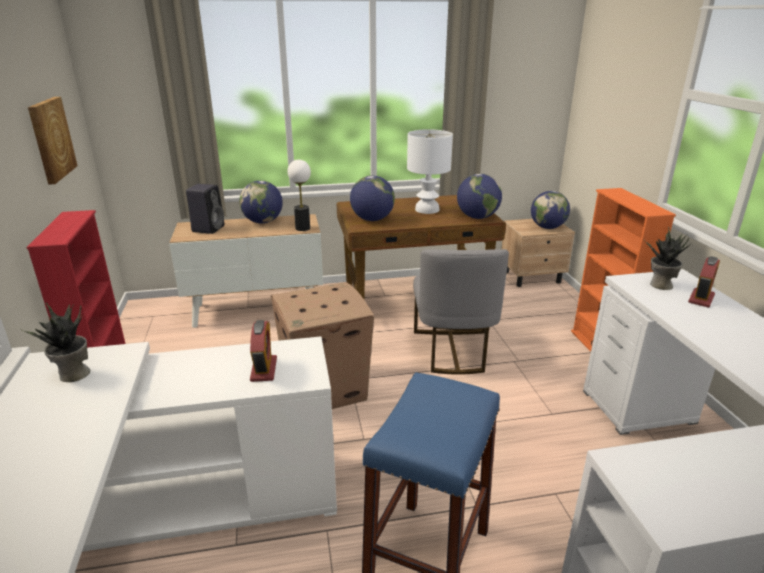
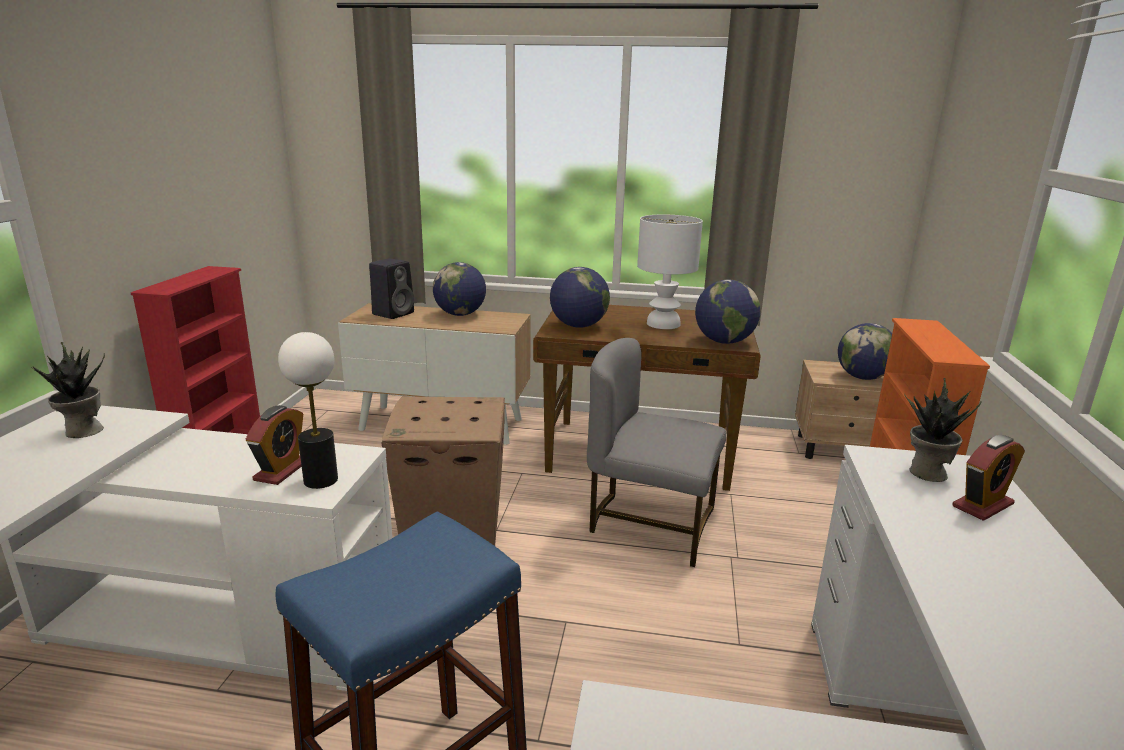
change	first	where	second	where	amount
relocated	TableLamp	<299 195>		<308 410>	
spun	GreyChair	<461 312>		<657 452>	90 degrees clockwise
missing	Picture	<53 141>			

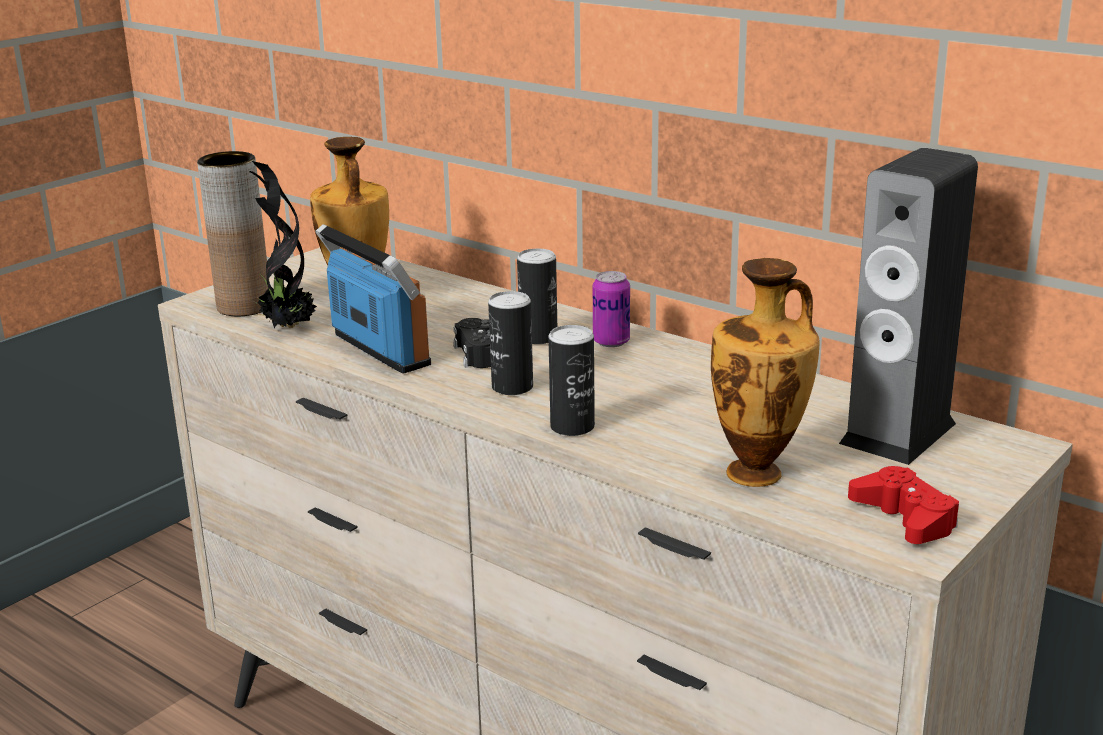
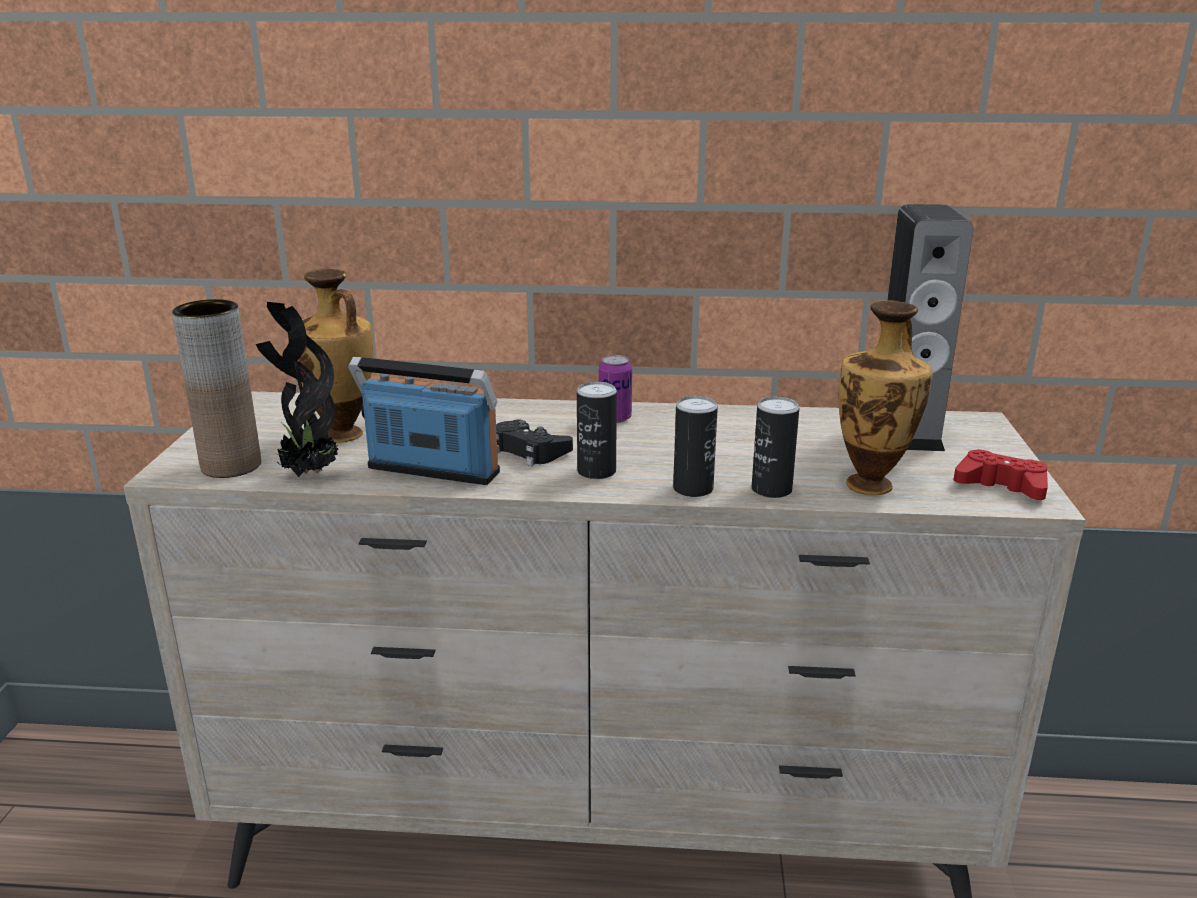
change	first	where	second	where	amount
relocated	Can	<537 296>		<775 447>	

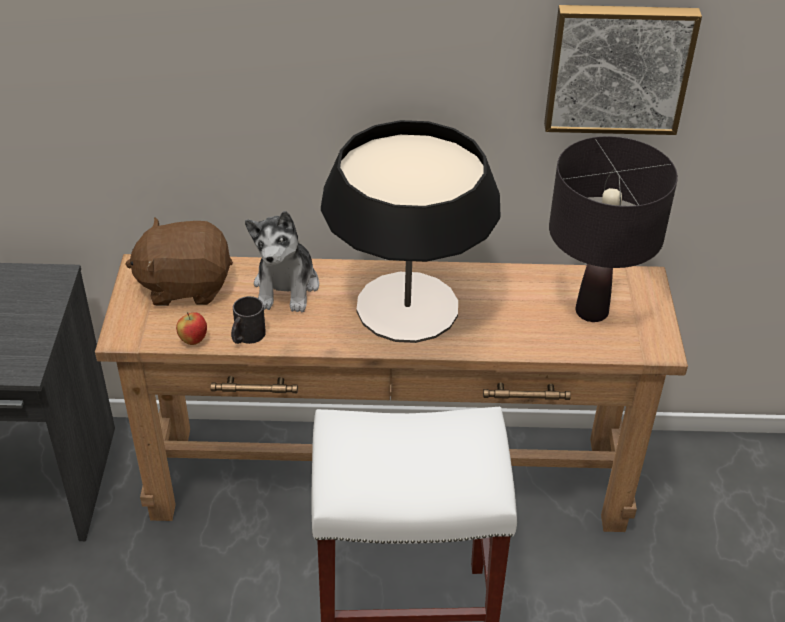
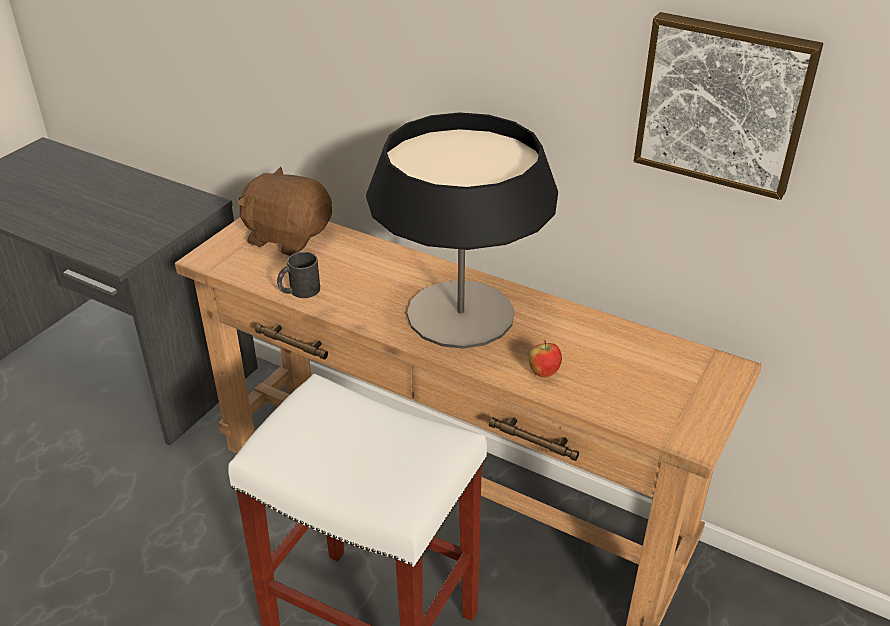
change	first	where	second	where	amount
relocated	Apple	<191 328>		<545 359>	
missing	PlushToy	<282 261>			
missing	BlackTableLamp	<613 229>			

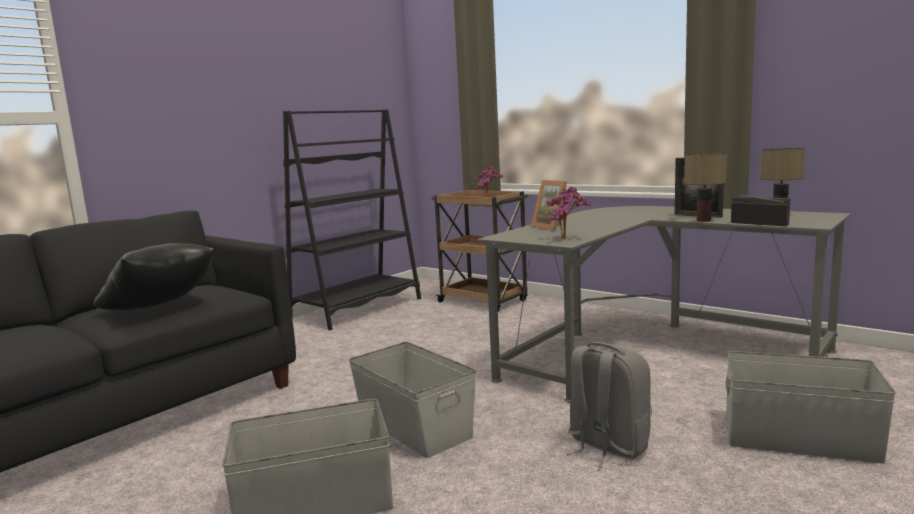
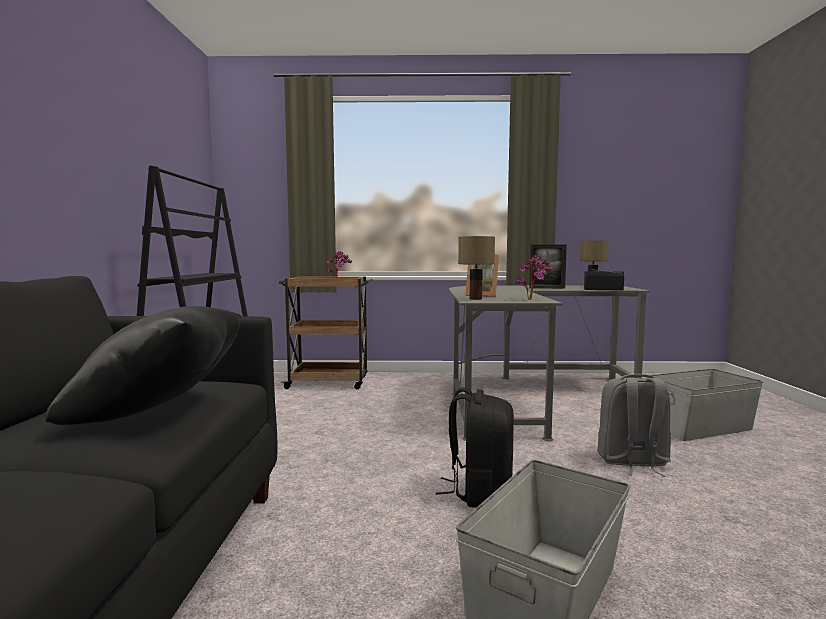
change	first	where	second	where	amount
exchanged	GreyStorageBox	<412 400>	BlackBackpack	<475 447>	
relocated	TableLamp	<705 187>		<476 268>	

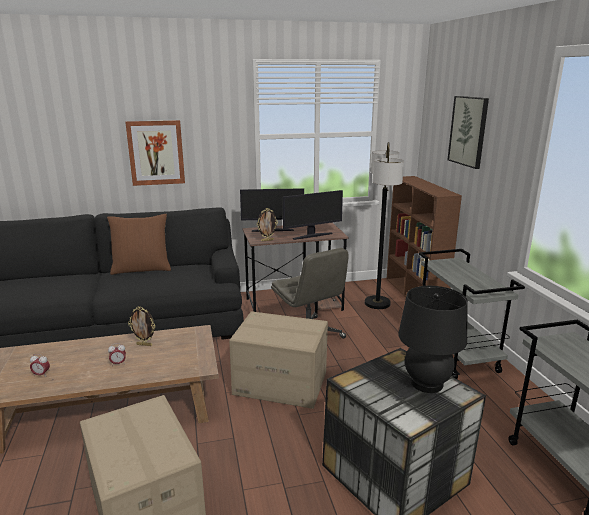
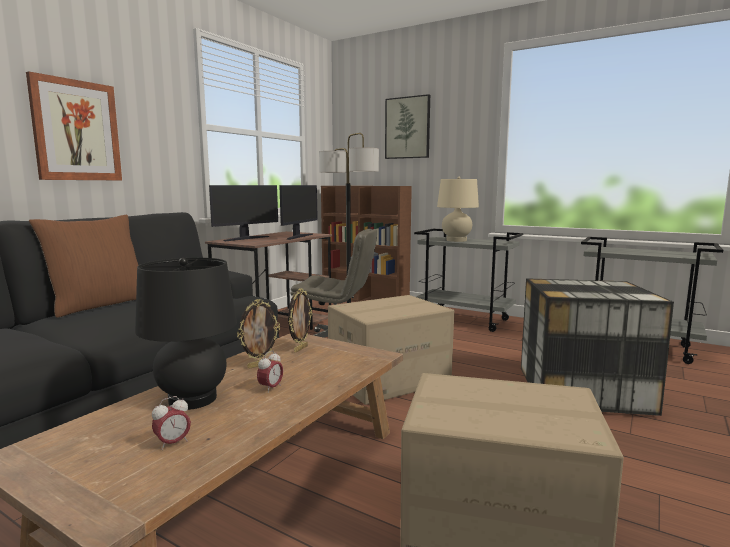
change	first	where	second	where	amount
relocated	BlackTableLamp	<433 339>		<186 334>	
relocated	PictureFrame	<267 224>		<300 320>	
appeared			BeigeTableLamp	<458 209>	

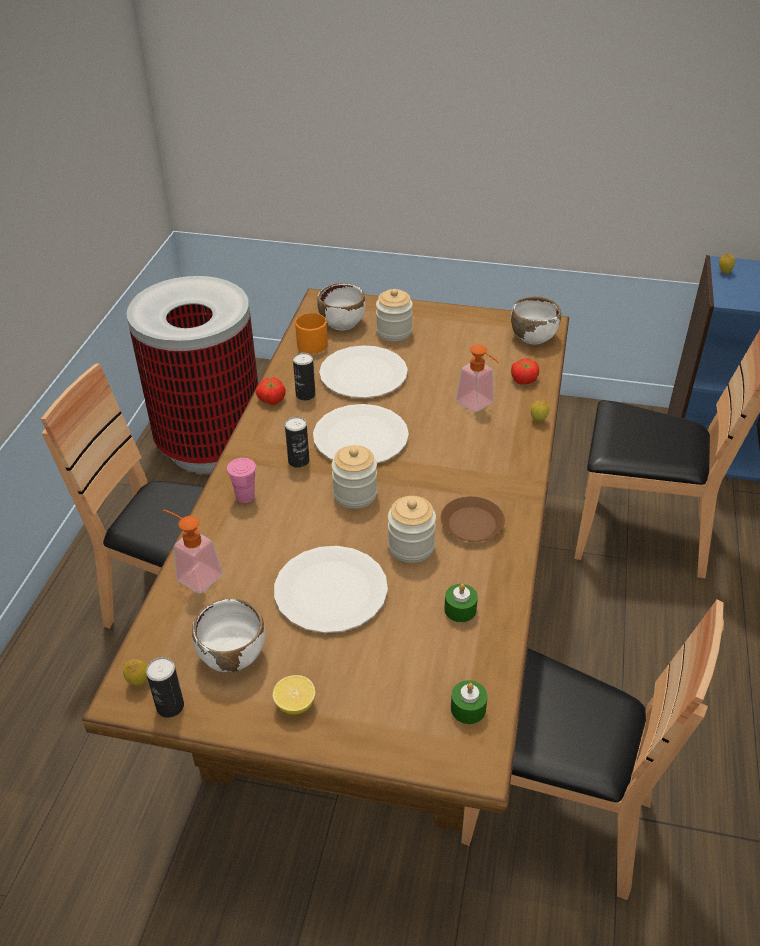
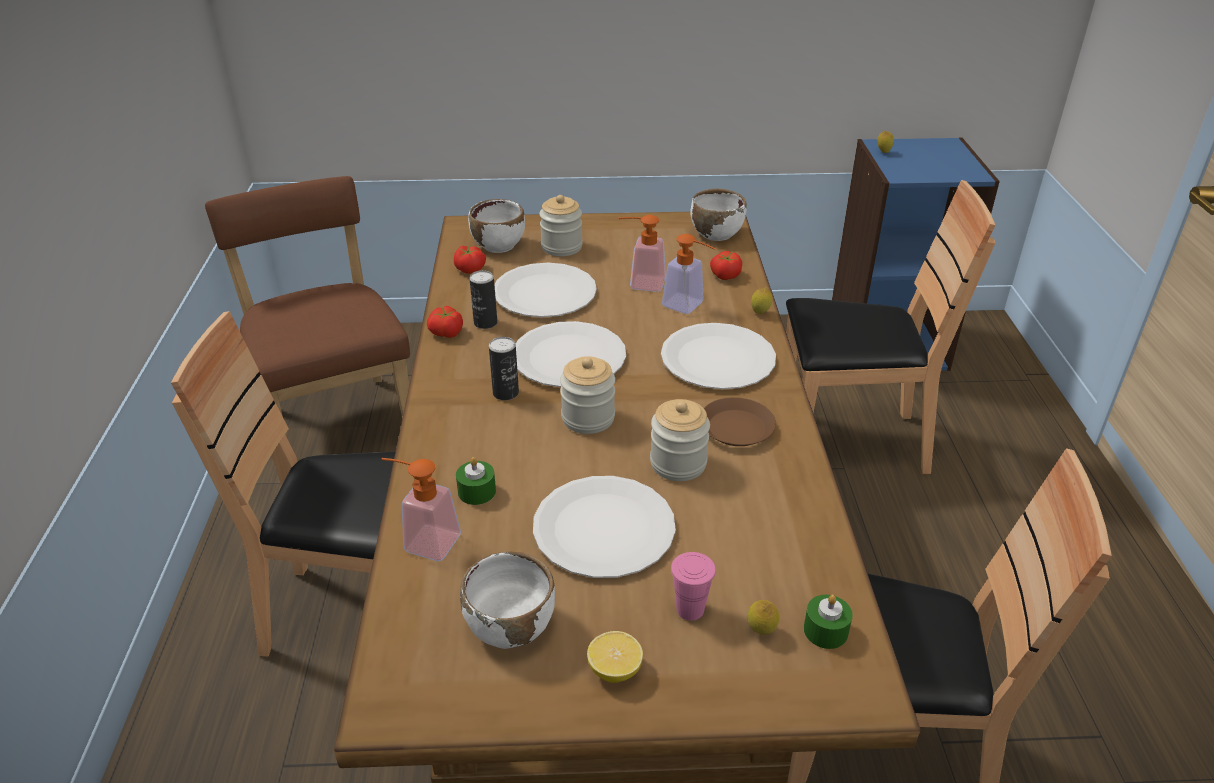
change	first	where	second	where	amount
exchanged	TrashCan	<192 374>	BrownChair	<307 306>	
exchanged	OrangeMug	<311 333>	Tomato	<470 260>	
relocated	GreenCandle	<461 603>		<476 481>	
appeared			SoapDispenser	<642 253>	
appeared			WhitePlate	<718 356>	
relocated	PinkCup	<241 480>		<693 586>	
relocated	Lemon	<135 672>		<763 617>	
missing	Can	<165 687>			

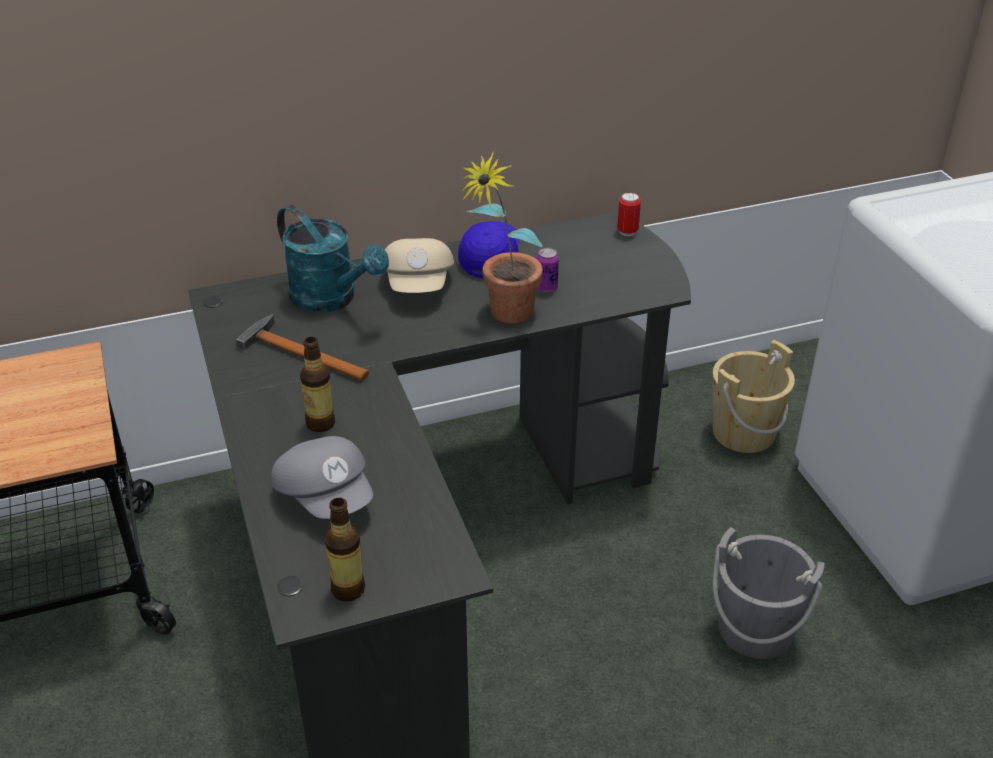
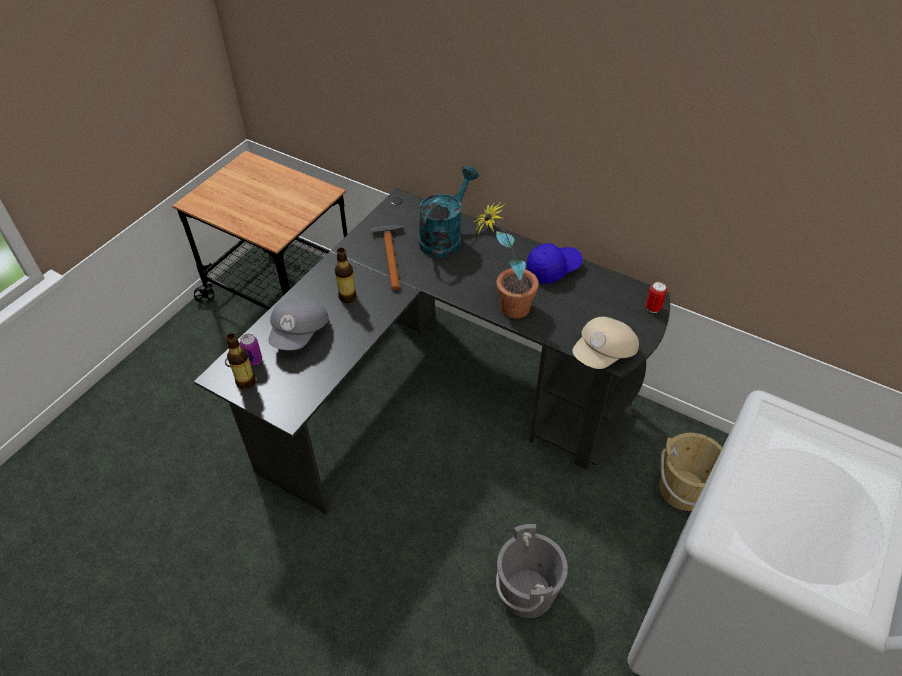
change	first	where	second	where	amount
relocated	Can	<547 270>		<251 350>	
spun	TurquoiseWateringCan	<333 259>		<449 212>	150 degrees counterclockwise
relocated	BeigeCap	<419 265>		<605 343>	

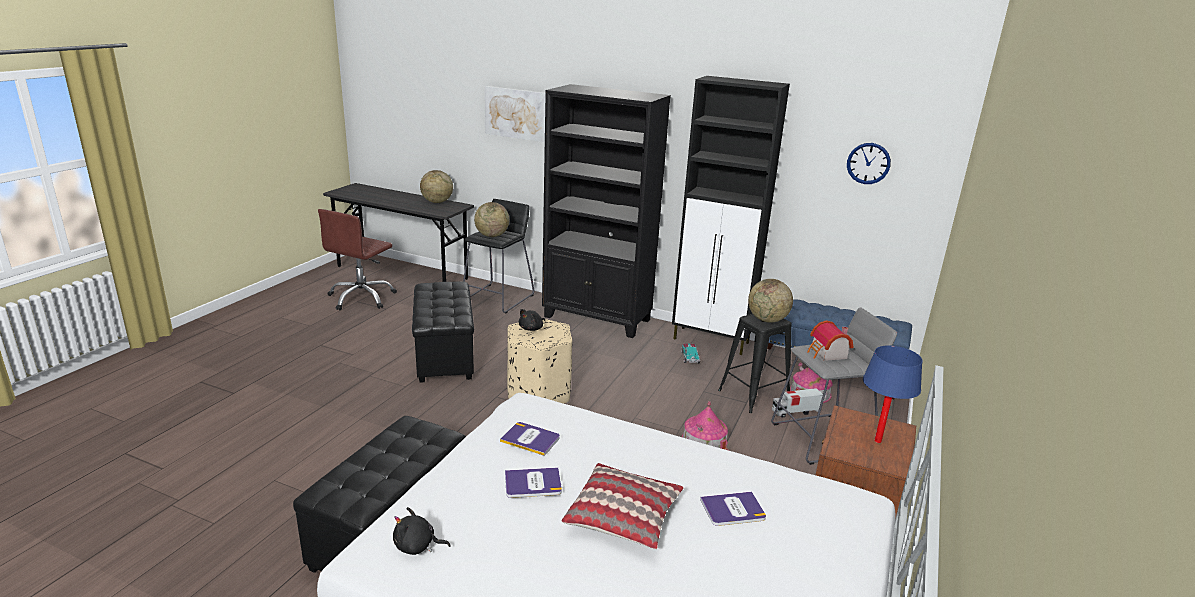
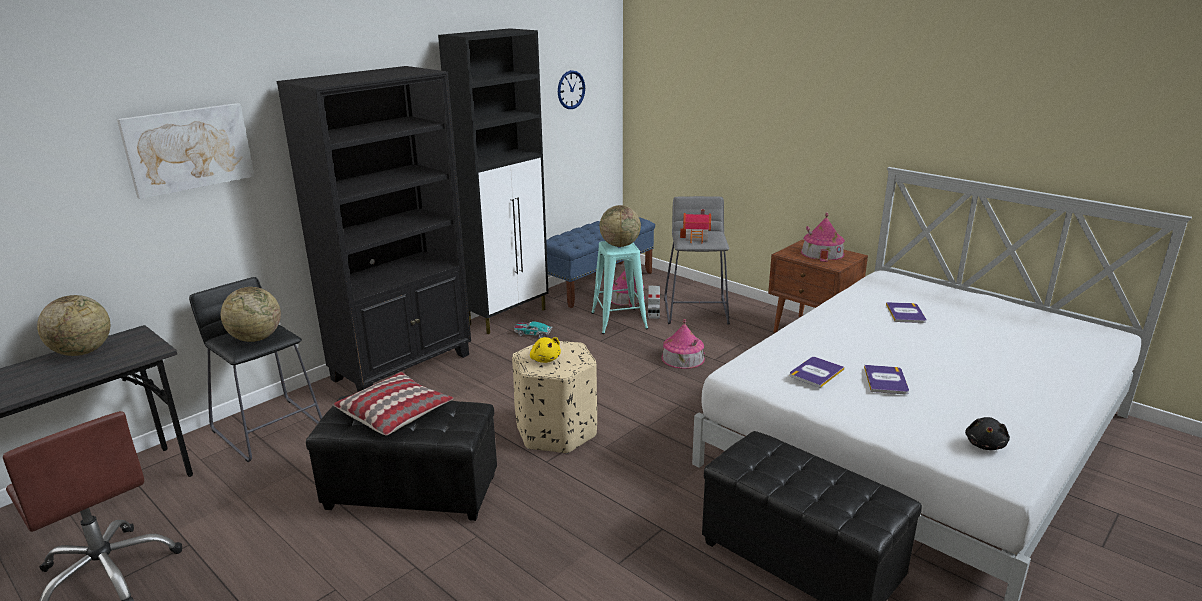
change	first	where	second	where	amount
relocated	Pillow	<622 506>		<393 403>	
colour	BlackPlushToy	<532 320>	YellowPlushToy	<545 350>	
colour	BlackStool	<755 363>	TurquoiseStool	<619 287>	
exchanged	BlueTableLamp	<893 394>	ToyHouse	<823 237>	

